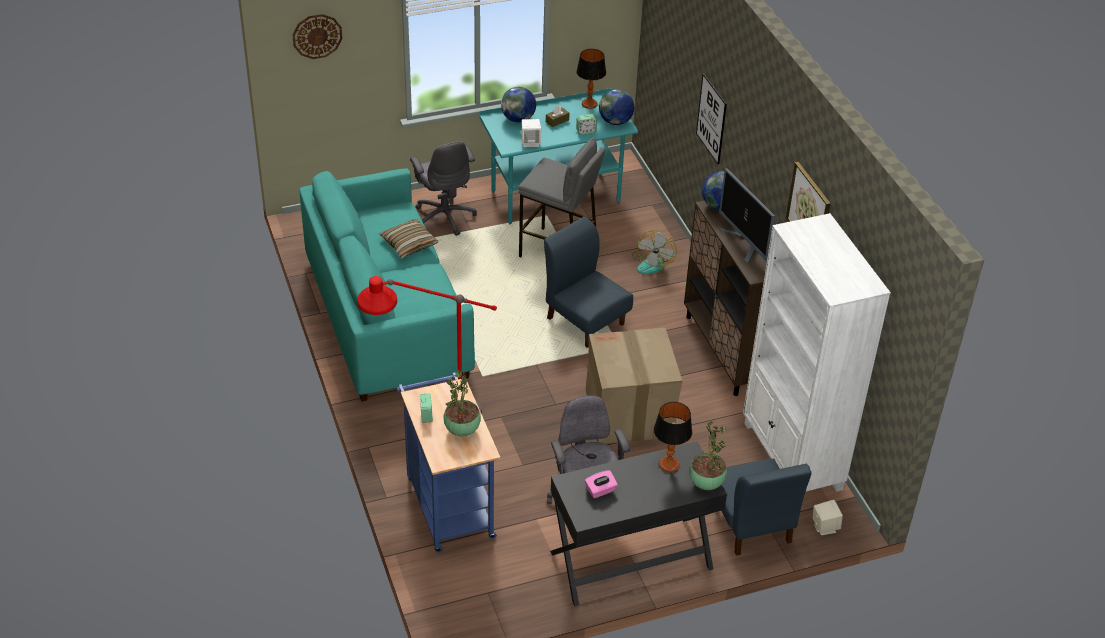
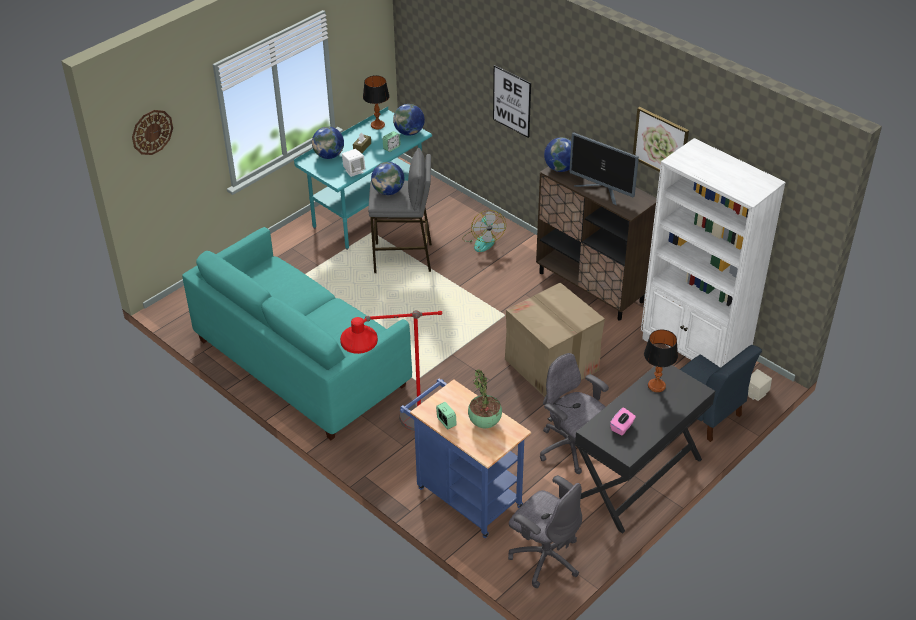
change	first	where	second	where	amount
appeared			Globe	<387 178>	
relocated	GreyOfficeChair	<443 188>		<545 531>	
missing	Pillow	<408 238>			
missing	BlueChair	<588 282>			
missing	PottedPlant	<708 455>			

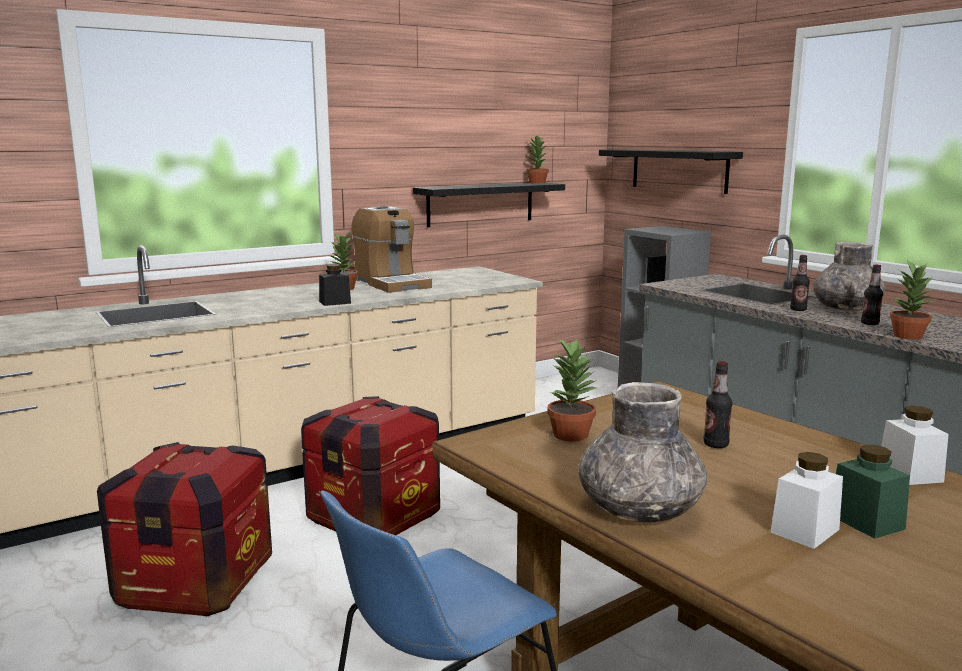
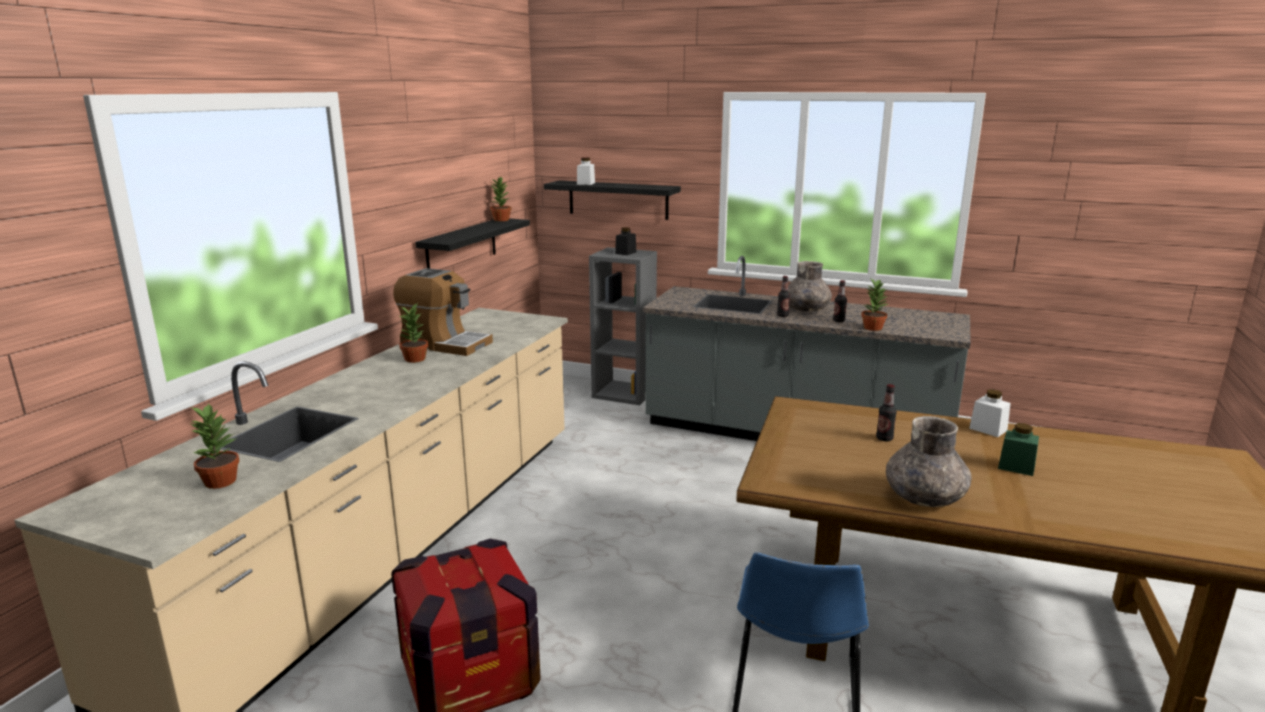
change	first	where	second	where	amount
relocated	PottedPlant	<572 390>		<215 446>	
relocated	WhiteJar	<807 500>		<586 171>	
relocated	BlackJar	<335 285>		<625 241>	
missing	Crate	<370 465>			

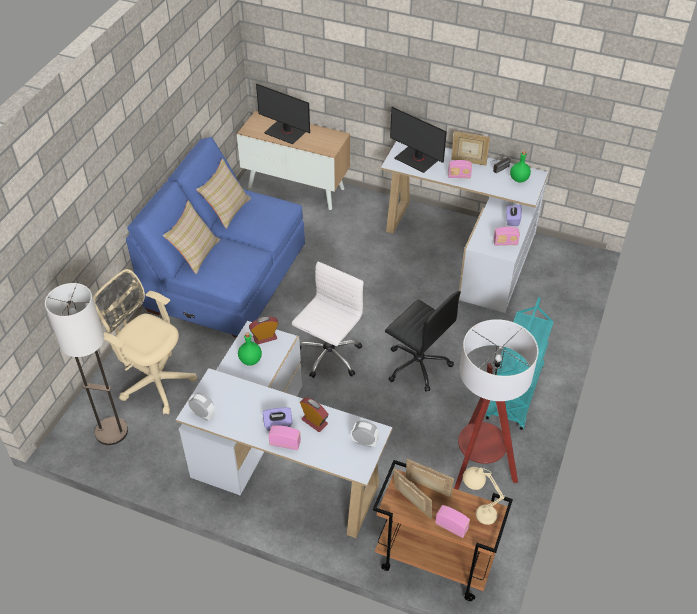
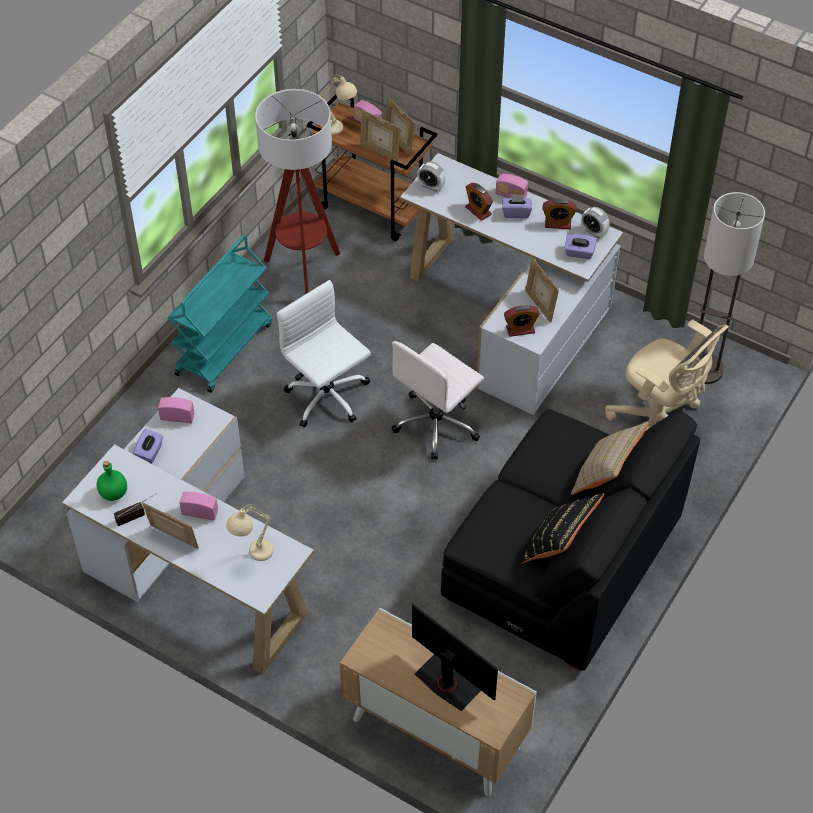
change	first	where	second	where	amount
exchanged	Monitor	<418 140>	BeigeTableLamp	<250 532>	
colour	BlackOfficeChair	<423 341>	WhiteOfficeChair	<324 354>	
colour	BlueSofa	<215 237>	BlackSofa	<570 540>	
colour	BeigePillow	<223 193>	BlackPillow	<562 528>	
exchanged	GreenBottle	<250 349>	PictureFrame	<542 290>	
appeared			AlarmClock	<560 214>	
appeared			PurpleTissueBox	<581 246>	

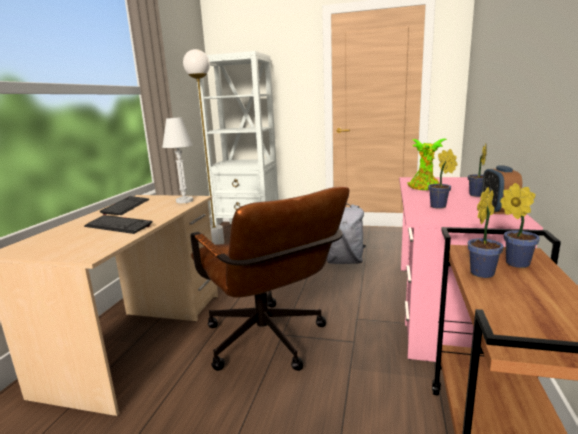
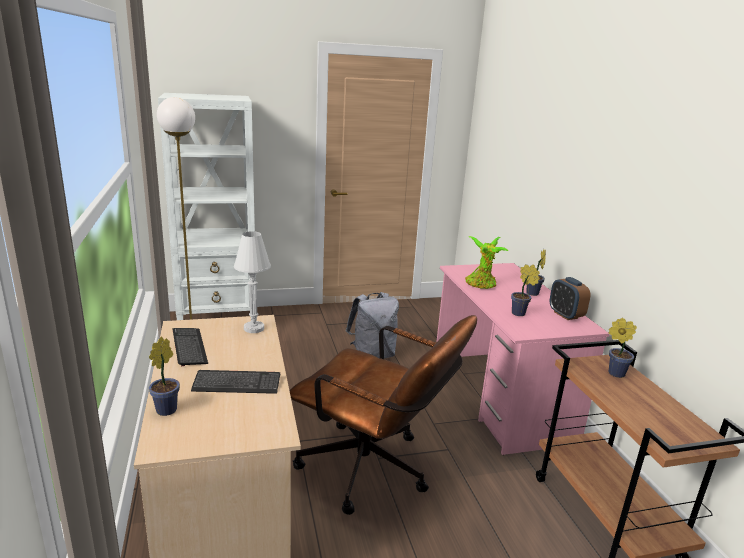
change	first	where	second	where	amount
relocated	PottedPlant	<486 232>		<164 376>	

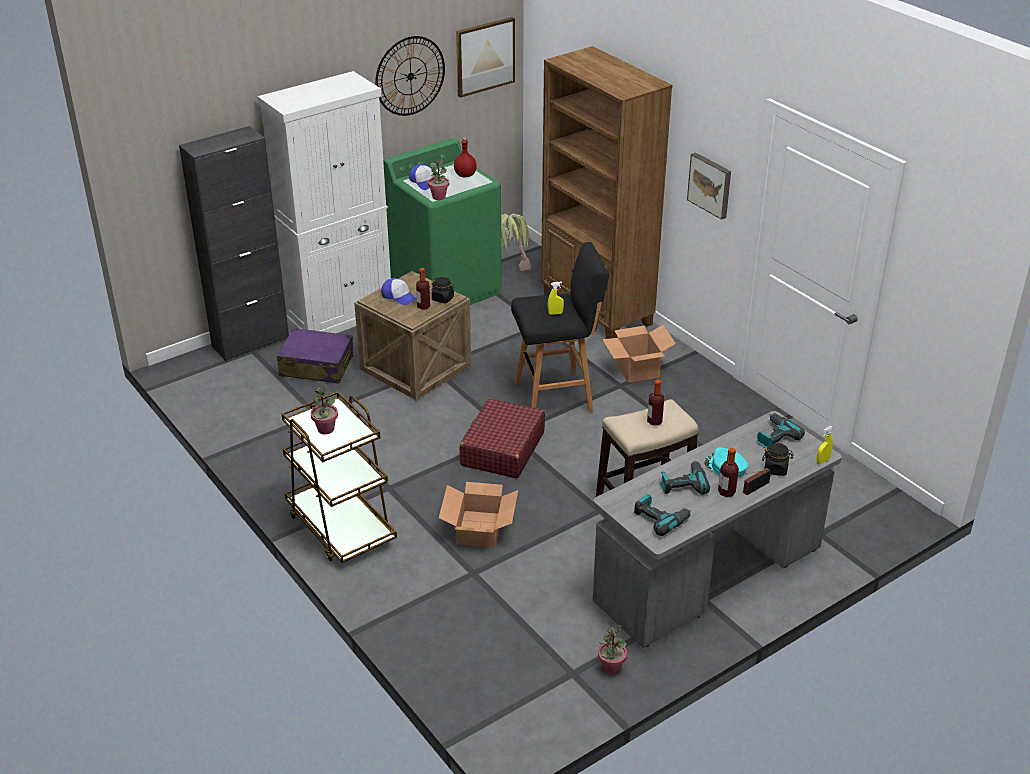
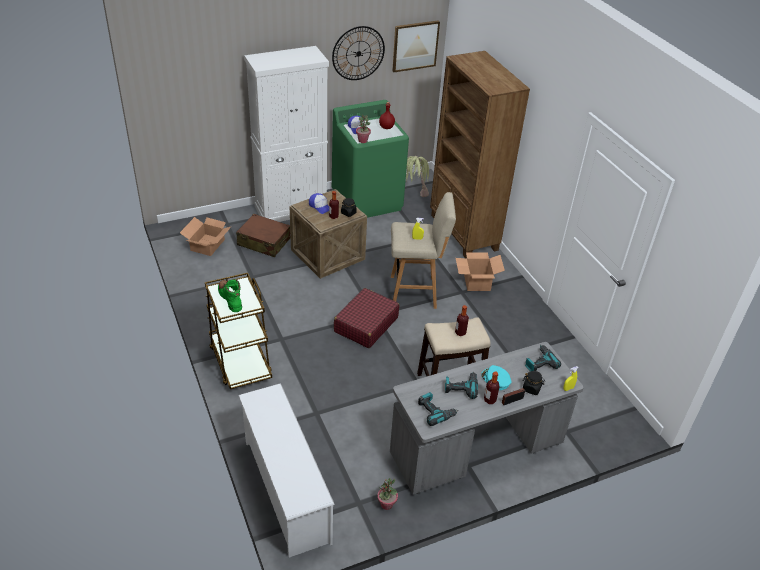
change	first	where	second	where	amount
relocated	CardboardBox	<478 515>		<206 236>	
exchanged	PottedPlant	<324 408>	GreenBoot	<230 295>	
colour	PurpleSuitcase	<315 356>	BrownSuitcase	<263 235>	
appeared			WhiteShoeRack	<286 470>	
colour	BlackStool	<560 327>	BeigeStool	<423 250>	
missing	BlackCabinet	<234 243>			
missing	Picture	<709 186>			

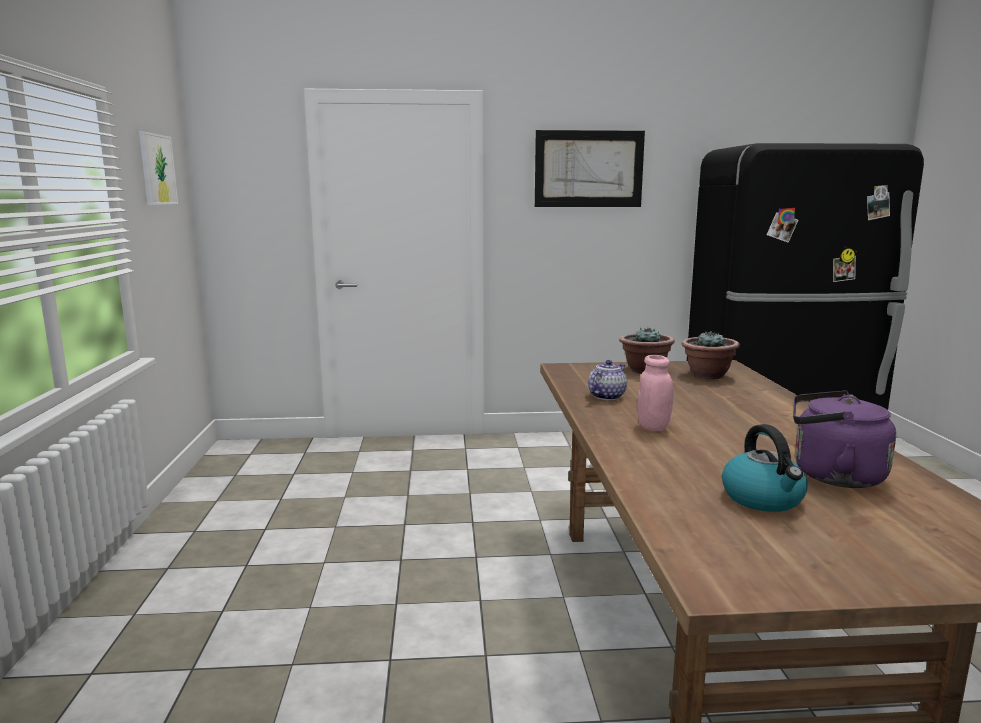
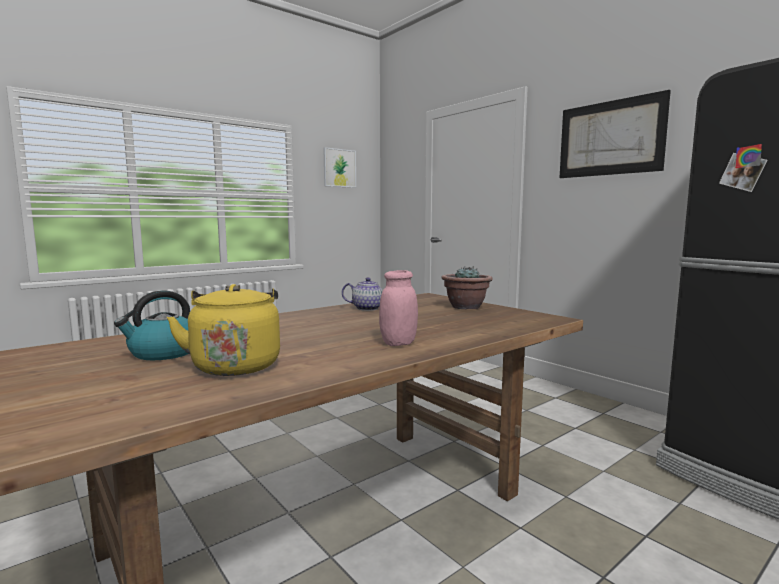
change	first	where	second	where	amount
colour	PurpleKettle	<844 439>	YellowKettle	<223 330>	
relocated	PinkJar	<655 393>		<398 308>	
missing	PottedPlant	<711 354>			

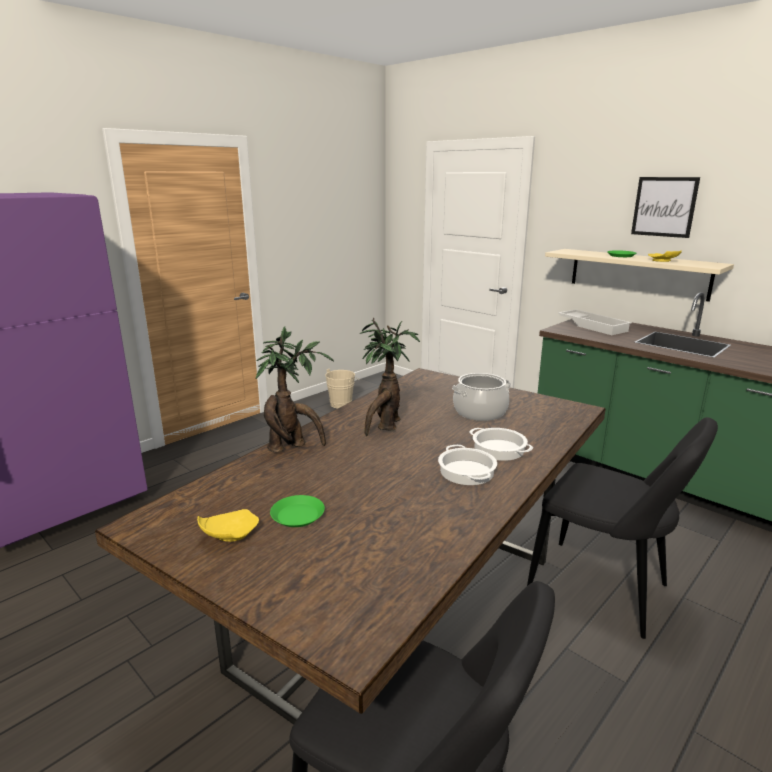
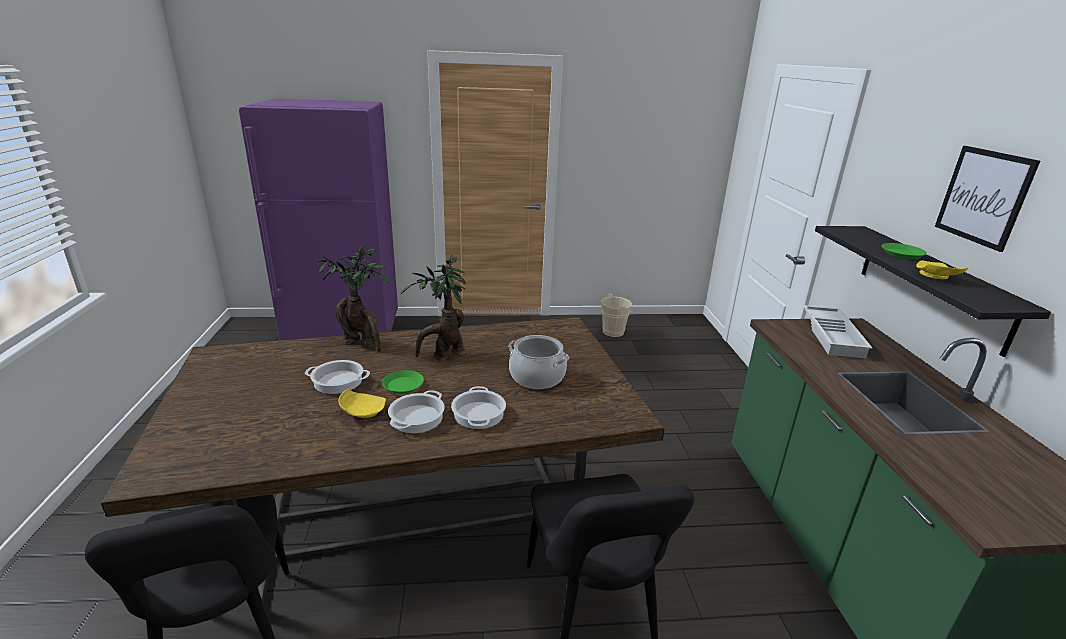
change	first	where	second	where	amount
appeared			CookingPot	<337 377>	
relocated	YellowPlate	<228 525>		<362 403>	
relocated	GreenPlate	<297 511>		<403 382>	
colour	BeigeShelf	<639 275>	BlackShelf	<933 291>	

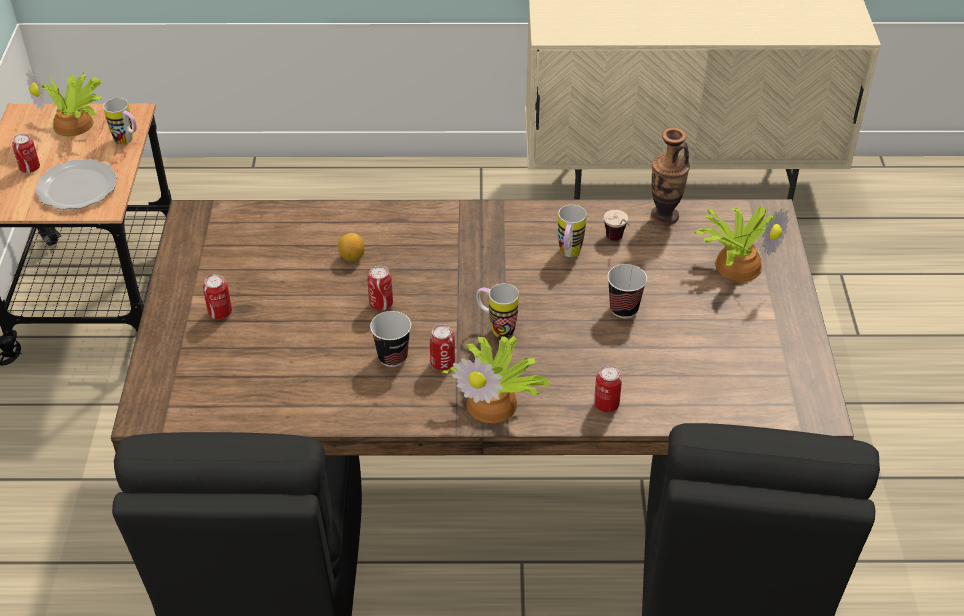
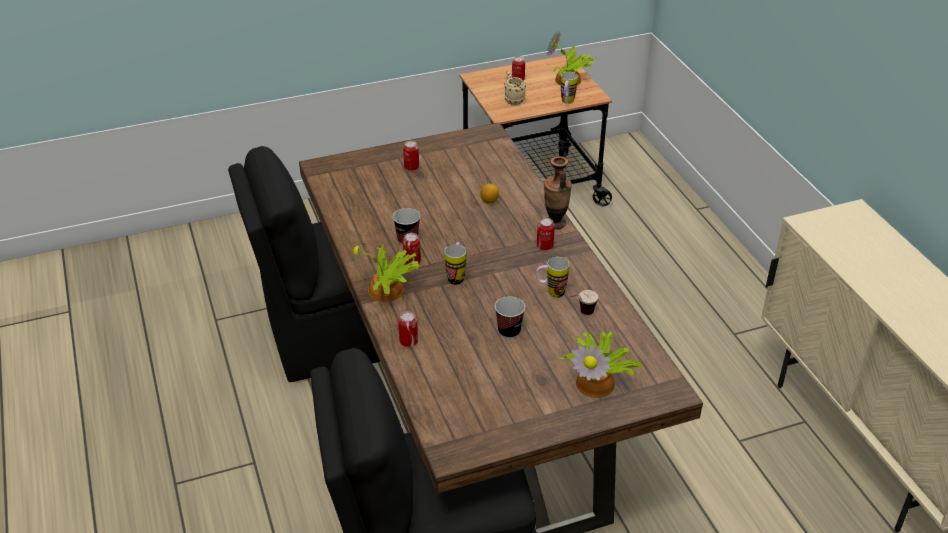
change	first	where	second	where	amount
exchanged	Plate	<76 184>	BeigeMug	<515 88>	
relocated	Can	<380 288>		<546 234>	
relocated	Vase	<670 176>		<558 193>	

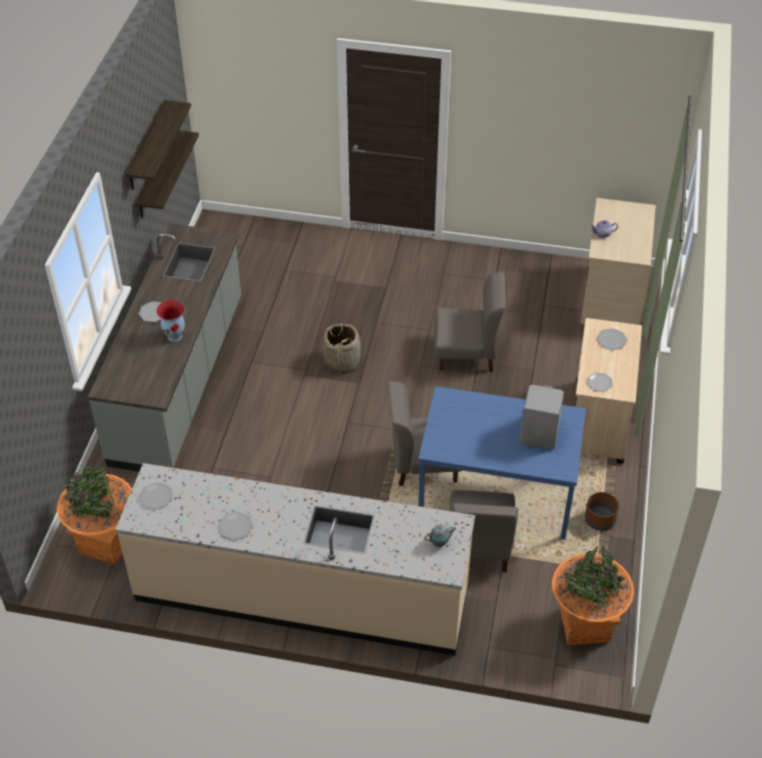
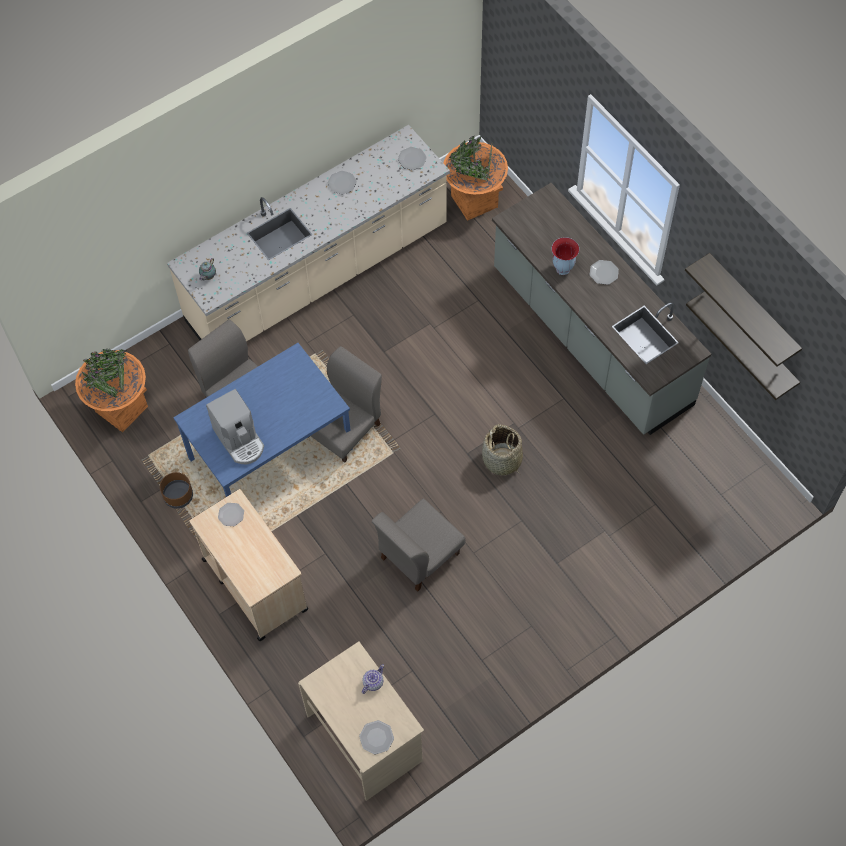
change	first	where	second	where	amount
relocated	Plate	<612 339>		<376 737>	

